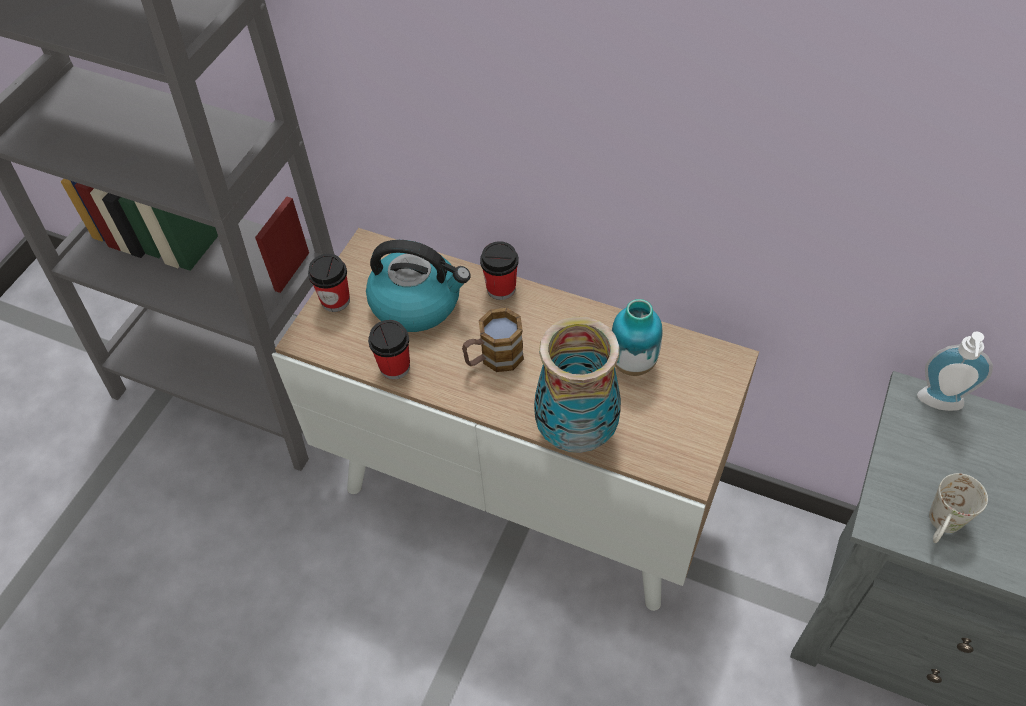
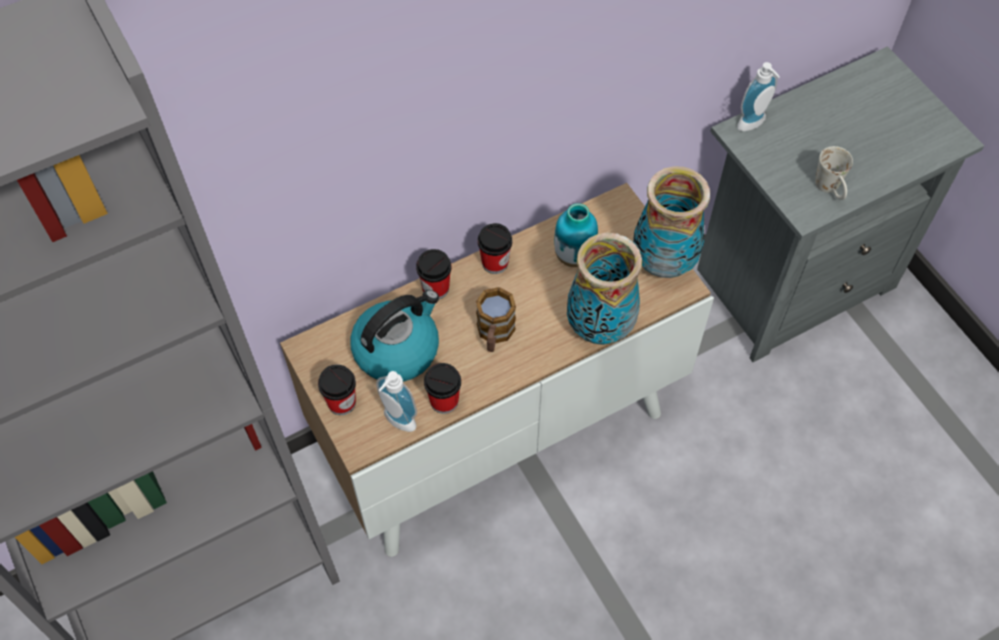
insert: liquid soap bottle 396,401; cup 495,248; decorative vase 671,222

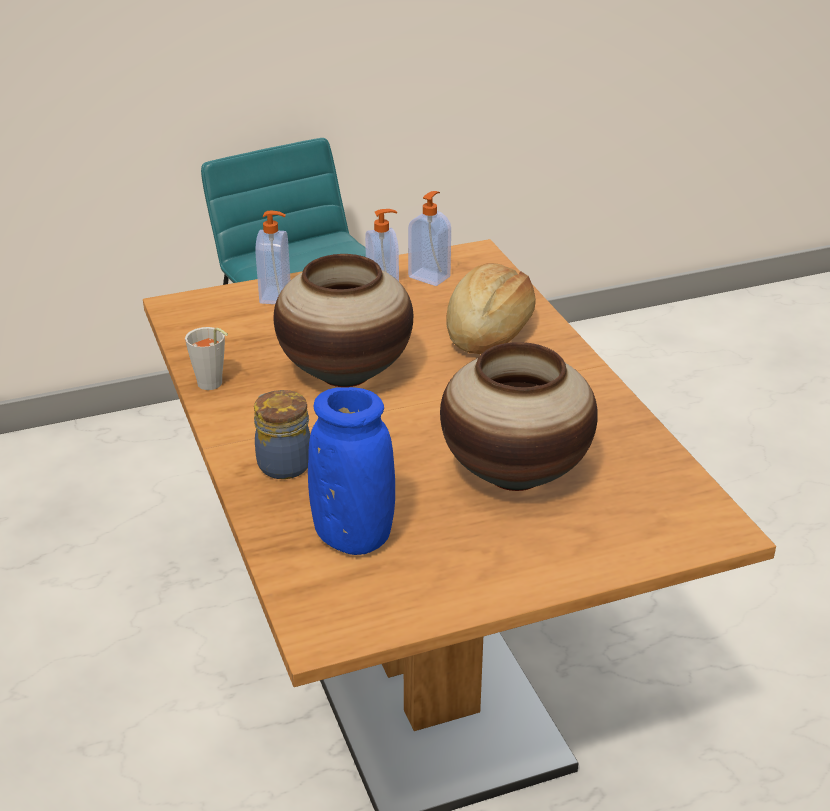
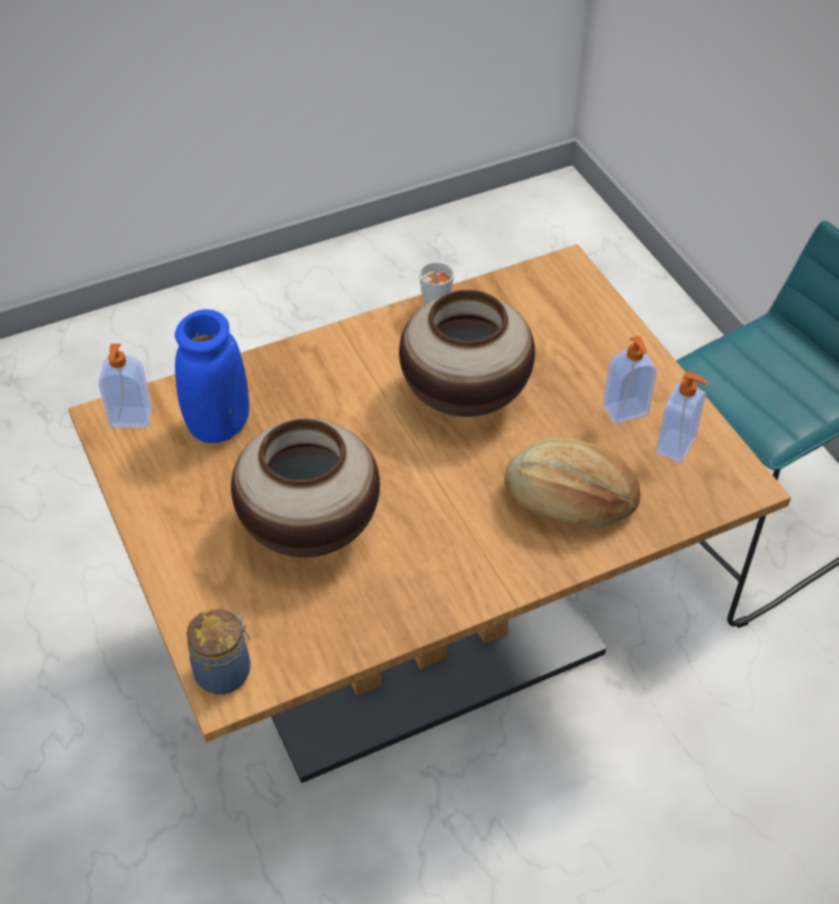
move: preserve jar 282,434 to 218,651; liquid soap bottle 273,257 to 125,386

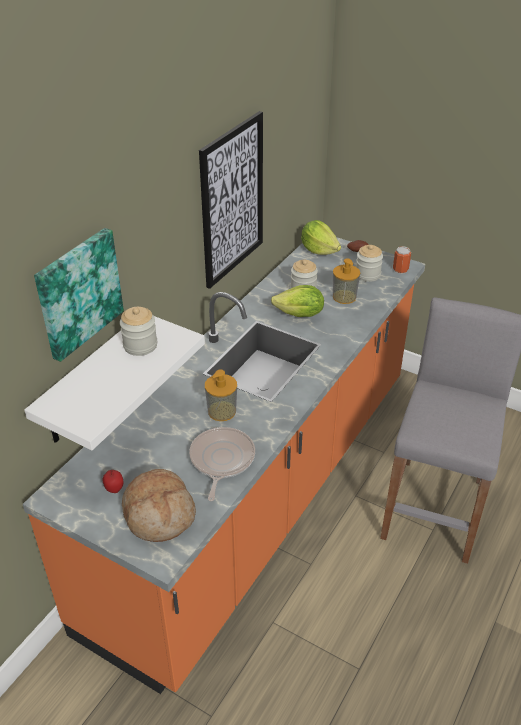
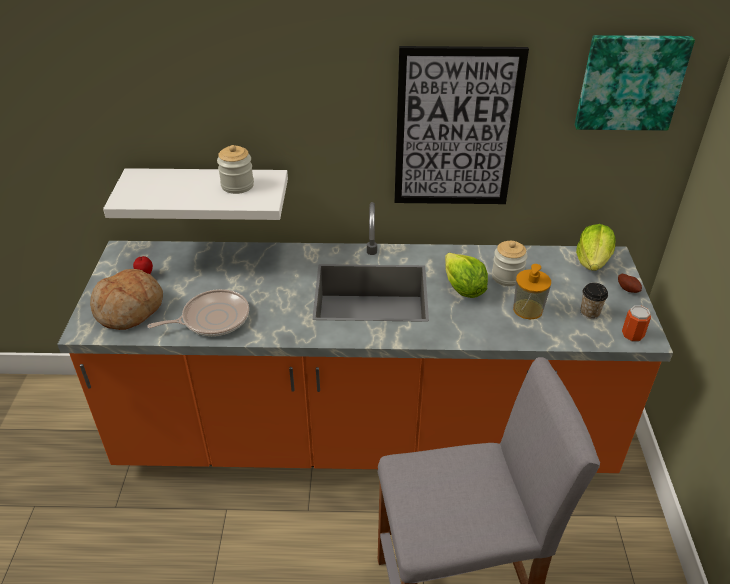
delete: liquid soap bottle 221,395
move: picture 79,295 to 635,83
replace: preserve jar 369,263 to cup 594,301

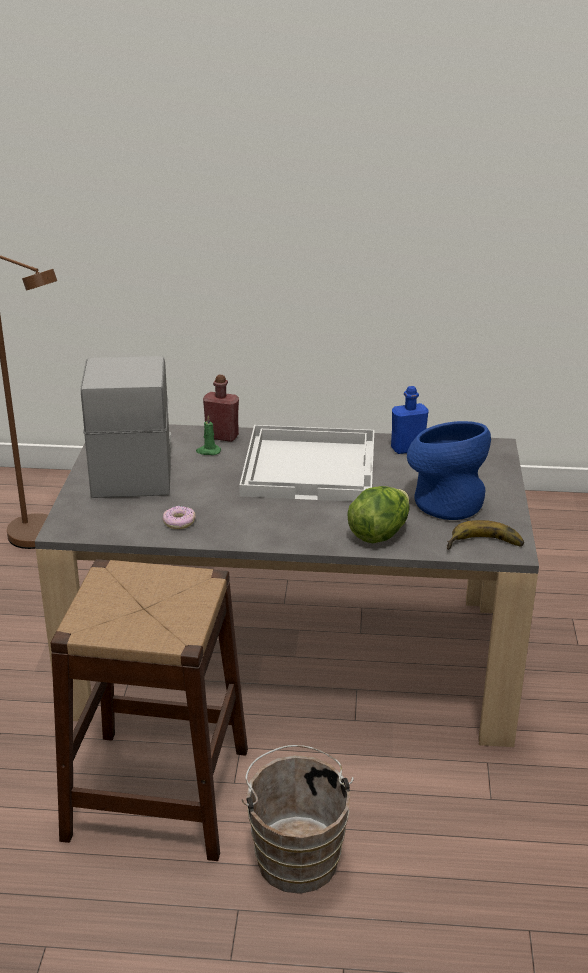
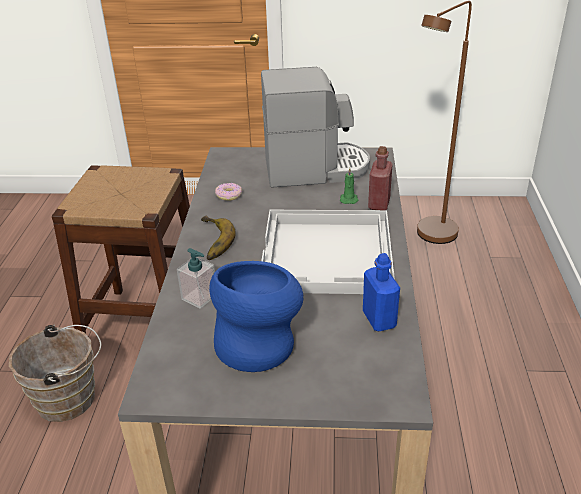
move: banana 485,535 to 218,237
replace: head of lettuce 378,514 to liquid soap bottle 196,278

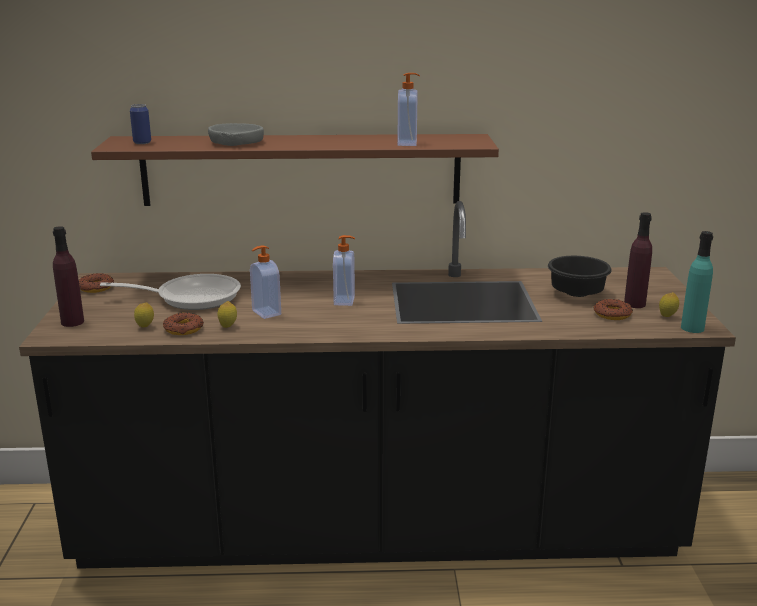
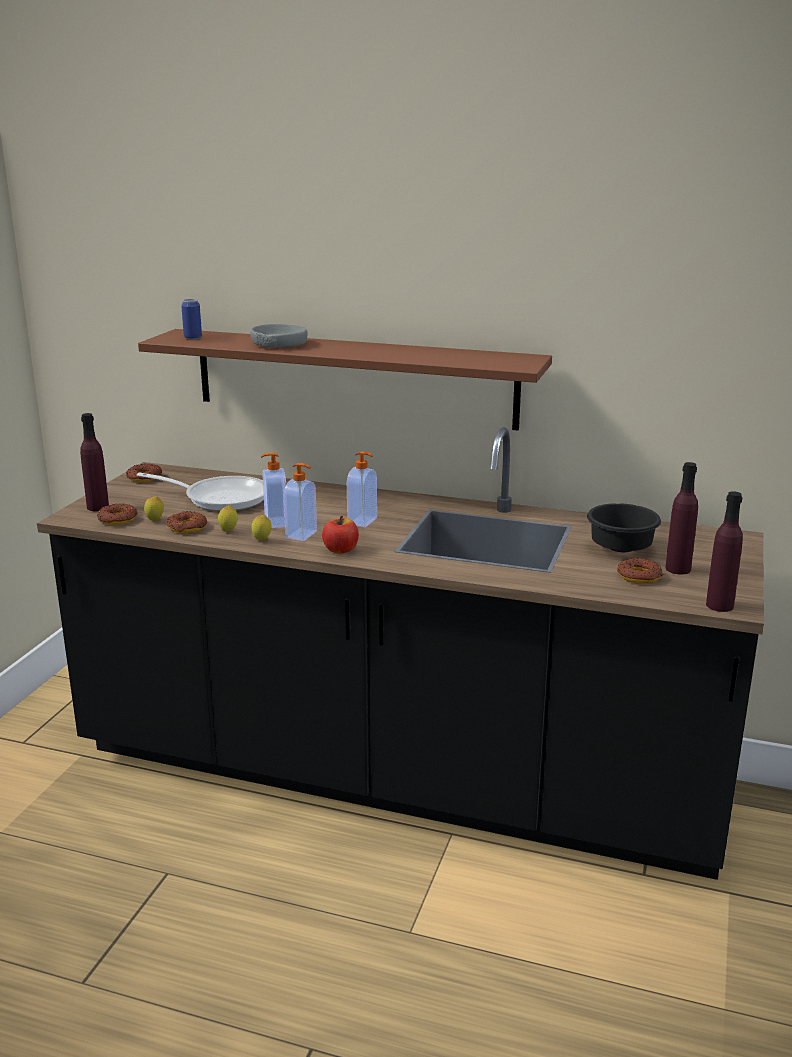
insert: doughnut 117,514; apple fruit 340,534
move: liquid soap bottle 408,109 to 300,502; lemon 669,304 to 262,528
recolor: blue-green drink bottle 697,282 to purple drink bottle 724,551

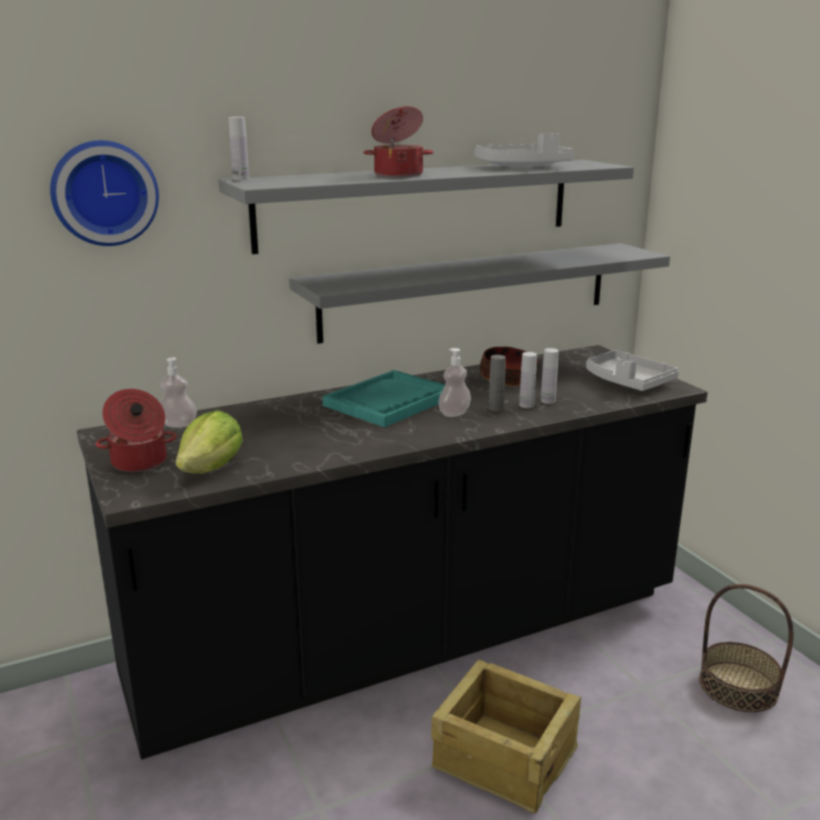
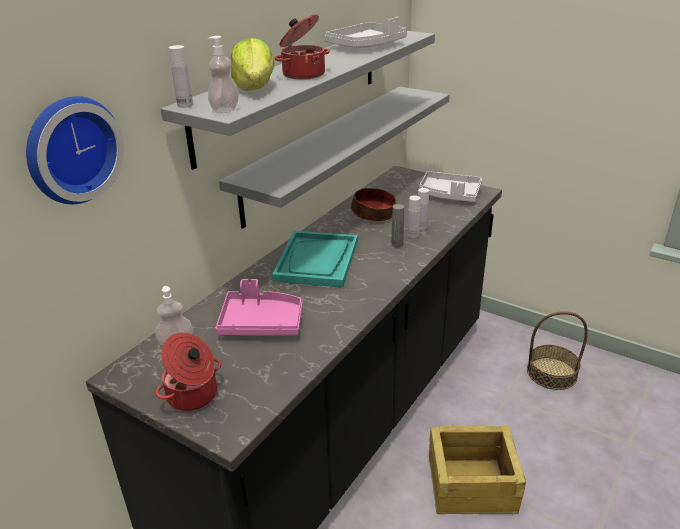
insert: pink serving tray 259,307
move: head of lettuce 209,442 to 252,64; liquid soap bottle 454,382 to 223,74

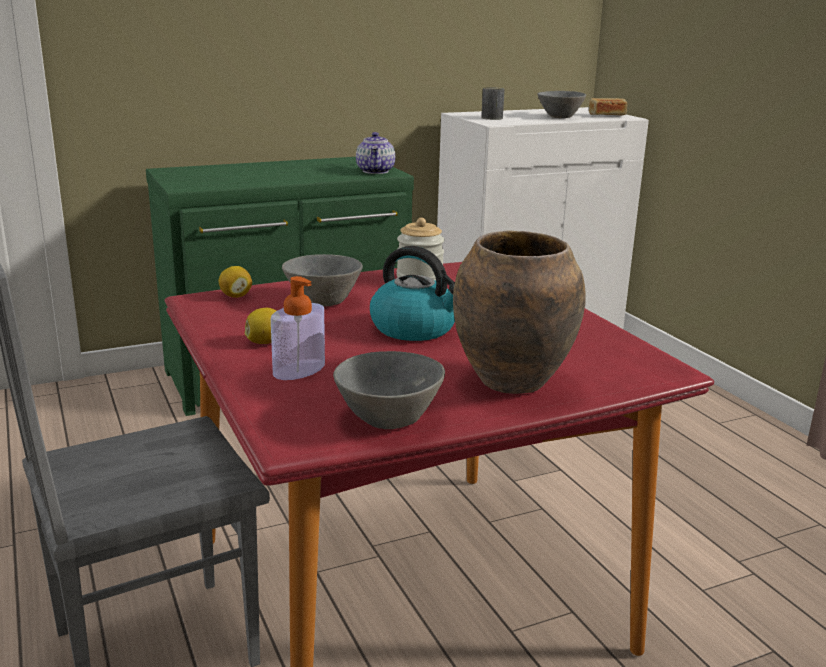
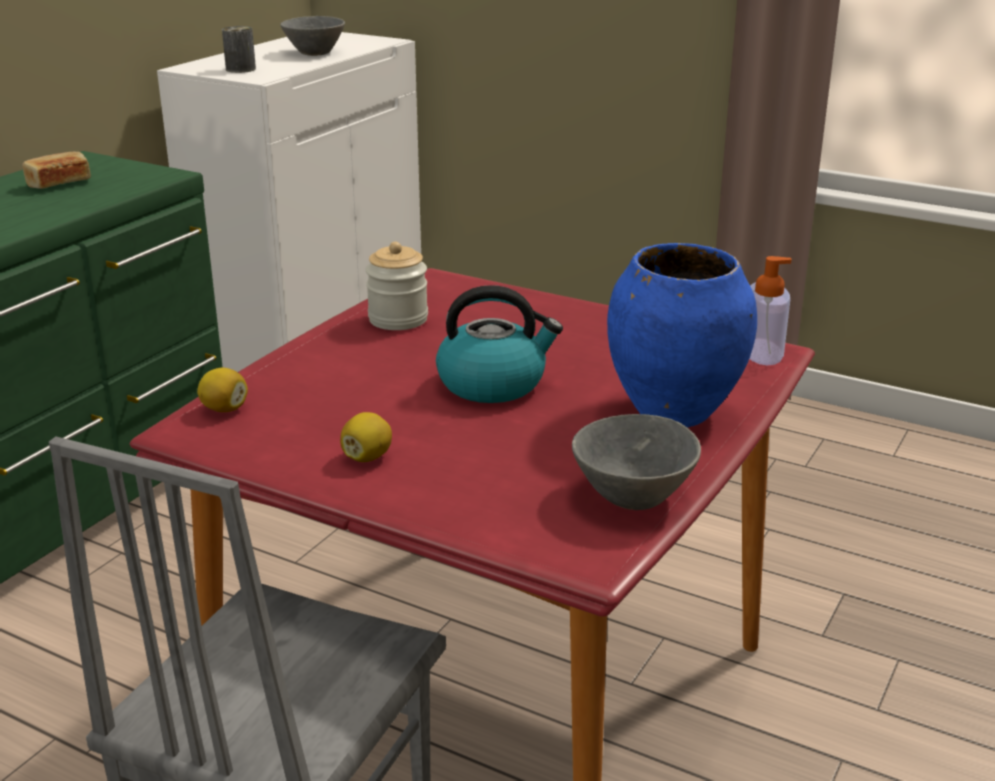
delete: grey bowl 322,280; teapot 375,153
move: liquid soap bottle 298,328 to 770,310; baked bread 608,106 to 57,170
recolor: brown-coloured decorative vase 519,312 to blue-coloured decorative vase 682,335

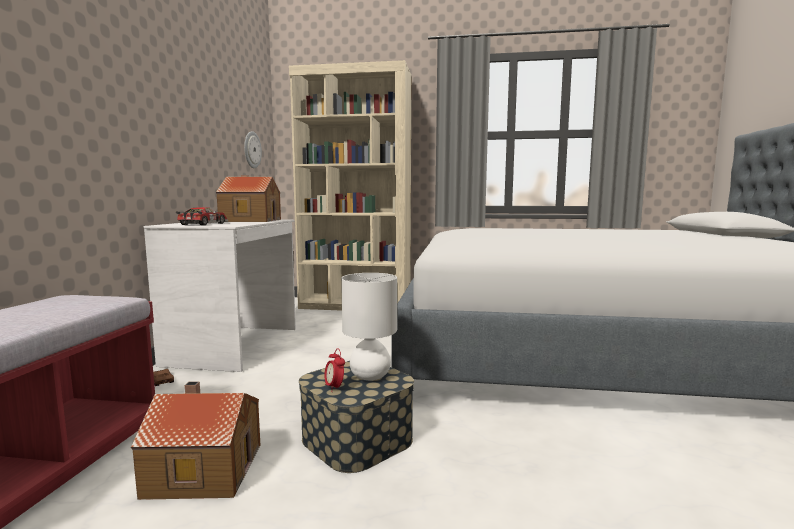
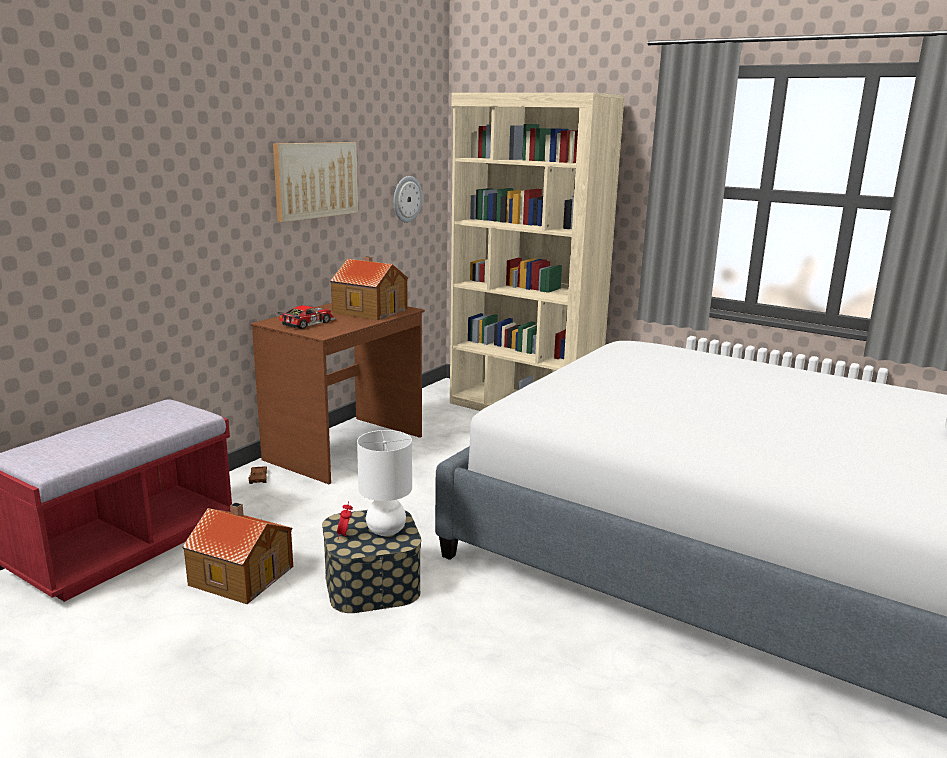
insert: picture 315,182
recolor: whitish desk table 220,296 to brown-coloured desk table 338,393

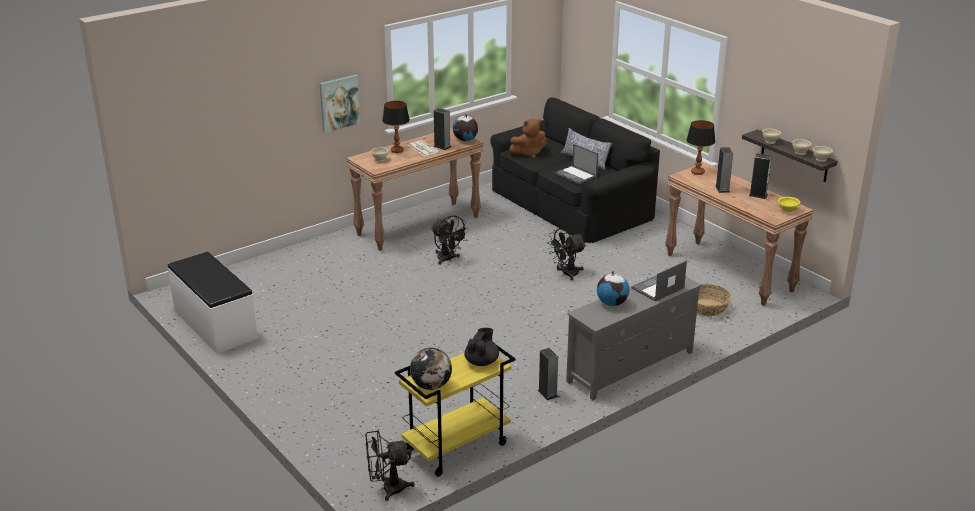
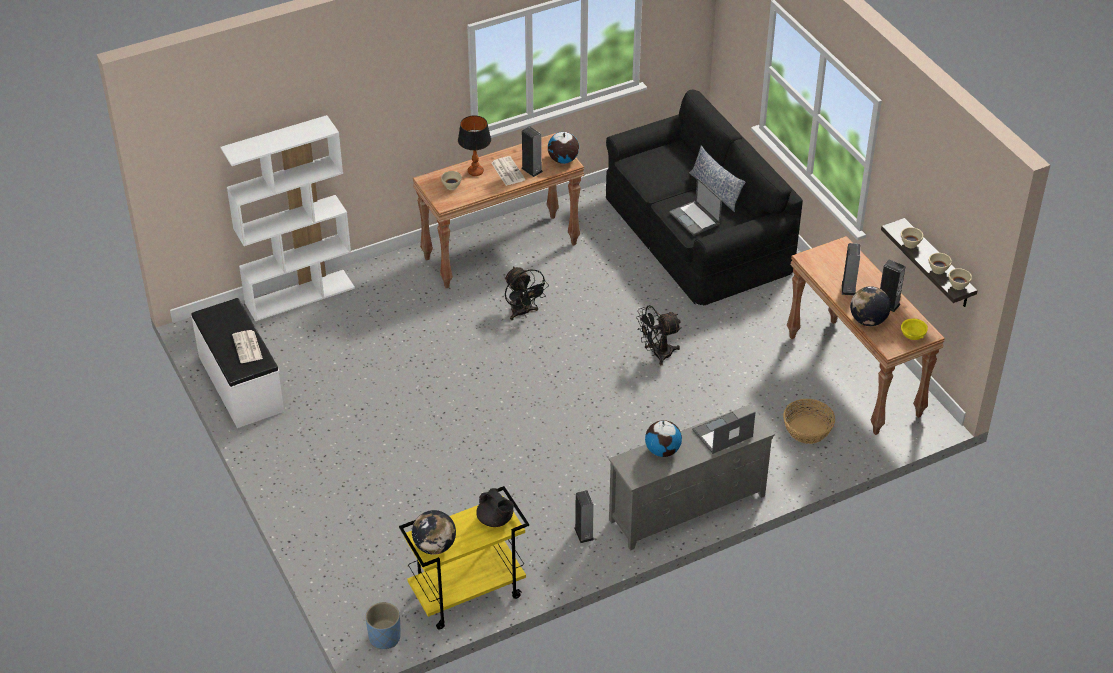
delete: picture 339,104; brown-coloured plush toy 528,138; tabletop lamp 700,147
insert: whitish bookcase 287,218; daily paper 247,346; world globe 870,306
replace: black fan 390,465 to blue-coloured flower pot 383,625
rotate: black teapot 481,347 = 495,507 105 degrees clockwise

